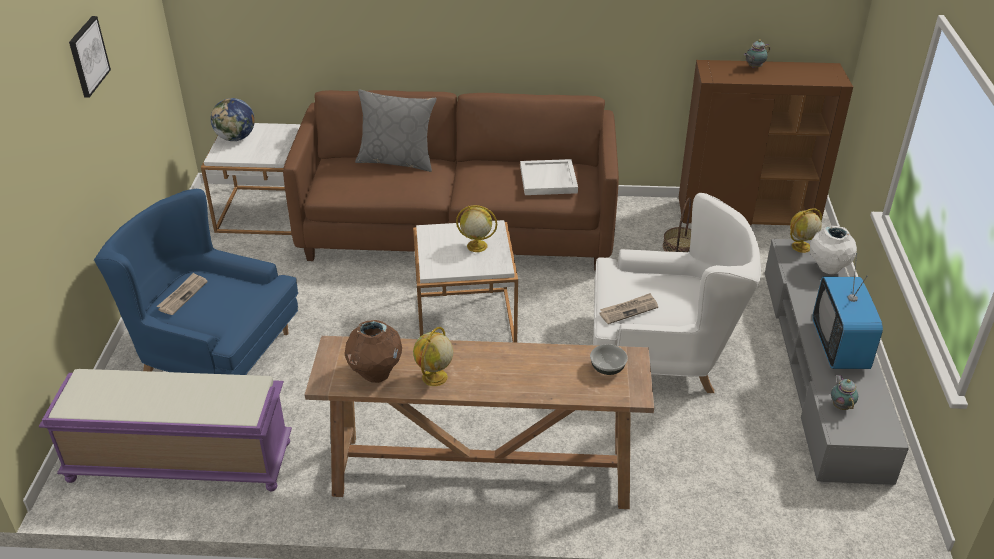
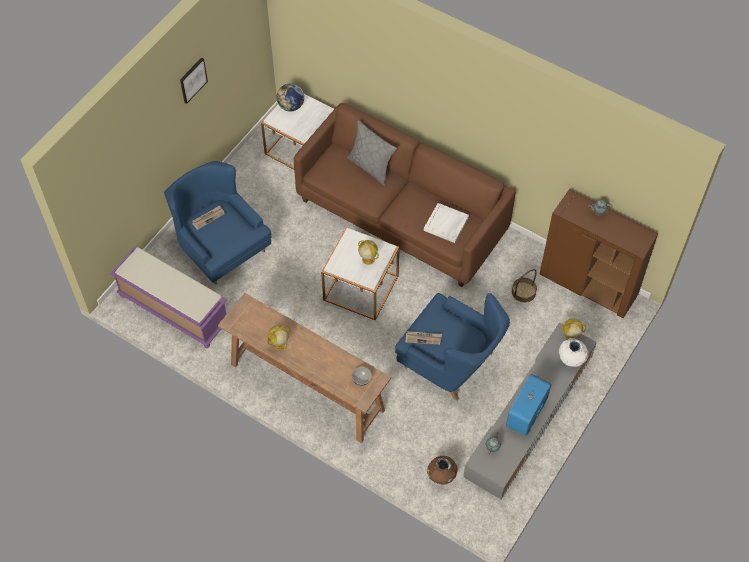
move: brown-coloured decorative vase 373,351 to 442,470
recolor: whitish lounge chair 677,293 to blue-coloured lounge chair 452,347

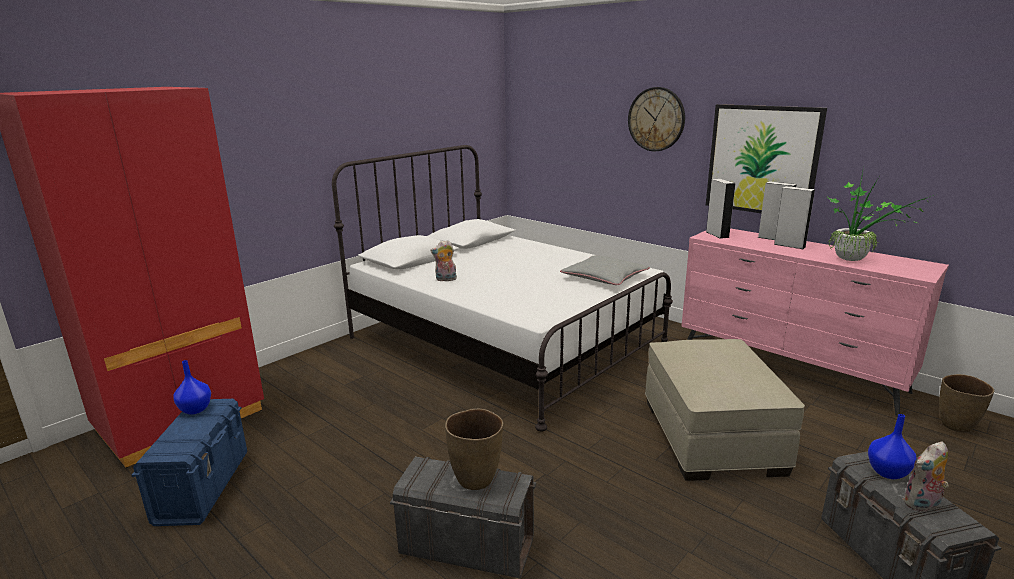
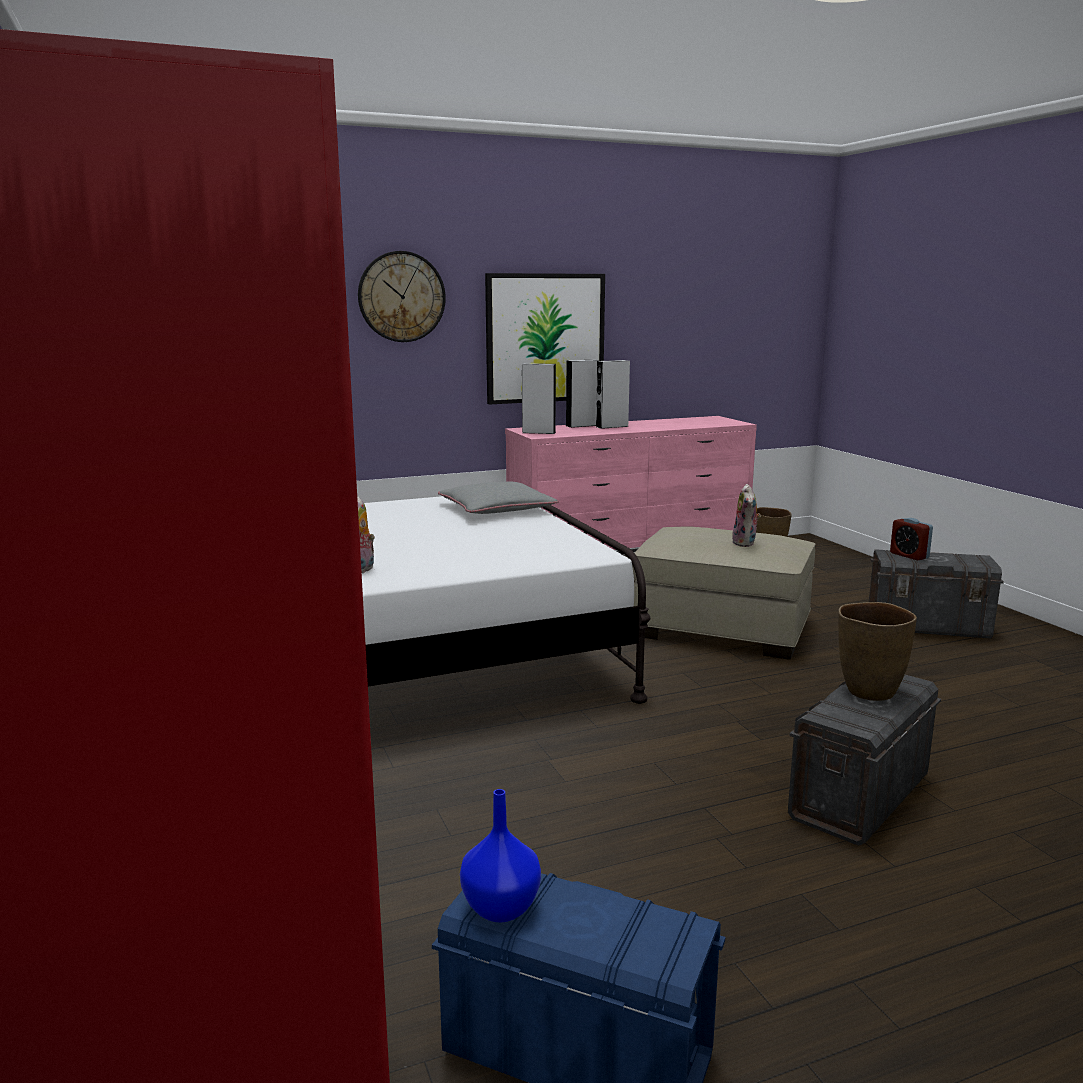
delete: houseplant 880,214
move: plush toy 925,476 to 746,515
replace: blue-coloured decorative vase 892,446 to alarm clock 911,539

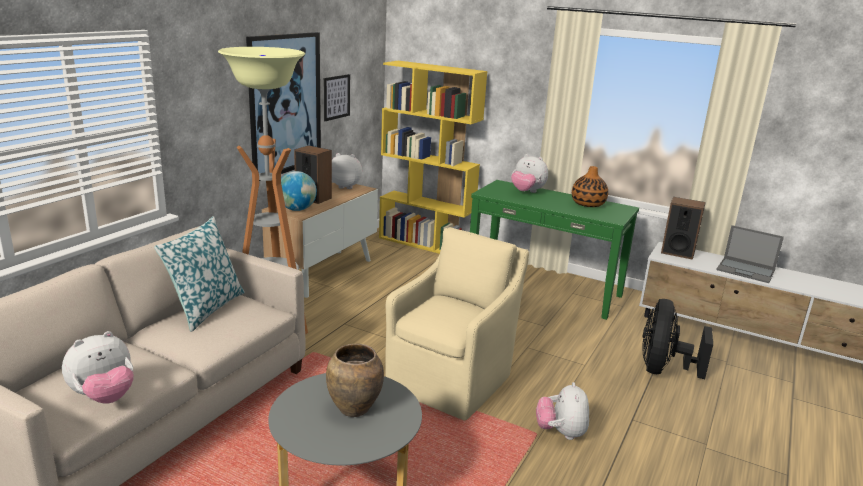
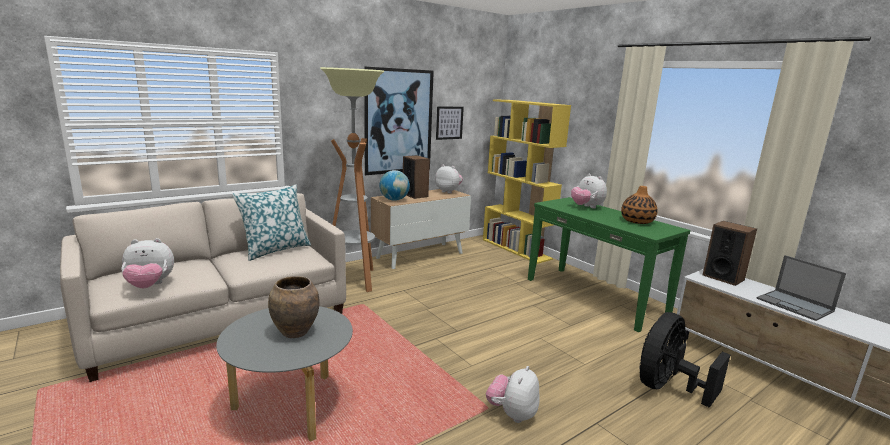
delete: beige lounge chair 457,324

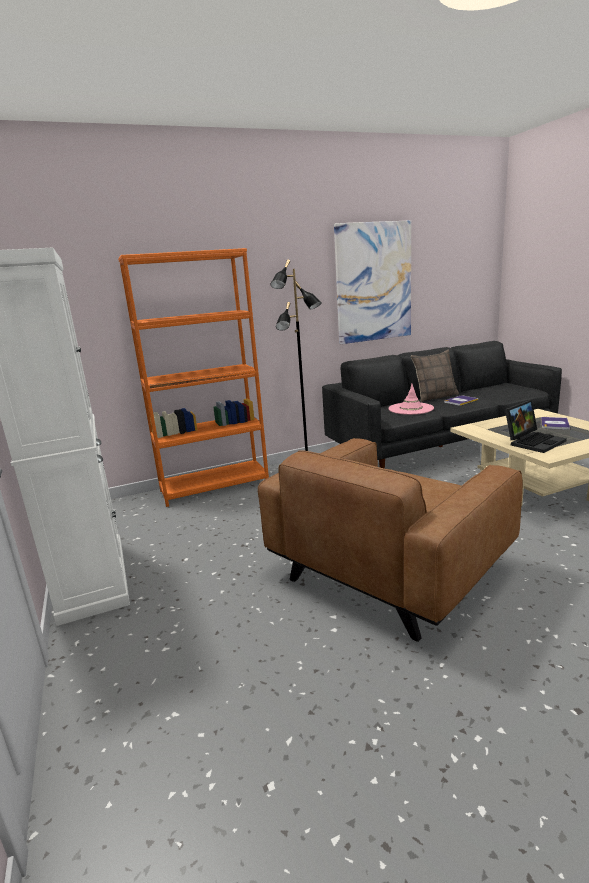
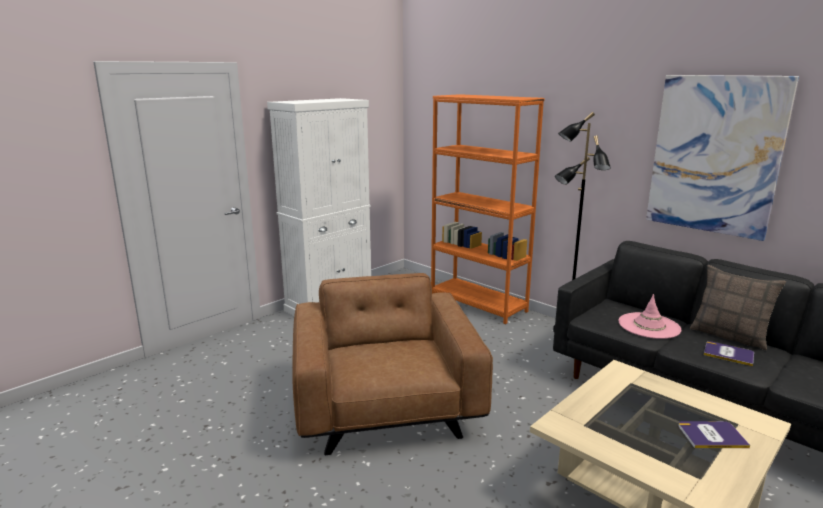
delete: laptop 536,426
rotate: brown-coloured lounge chair 390,540 = 392,364 60 degrees clockwise

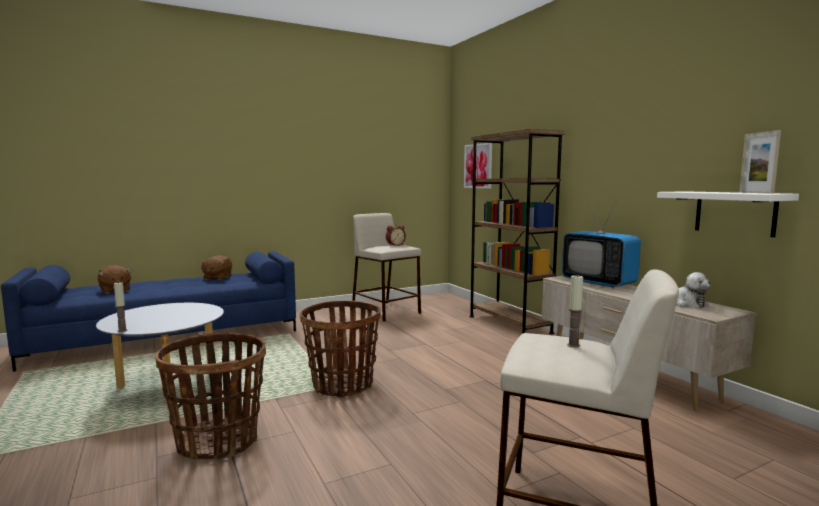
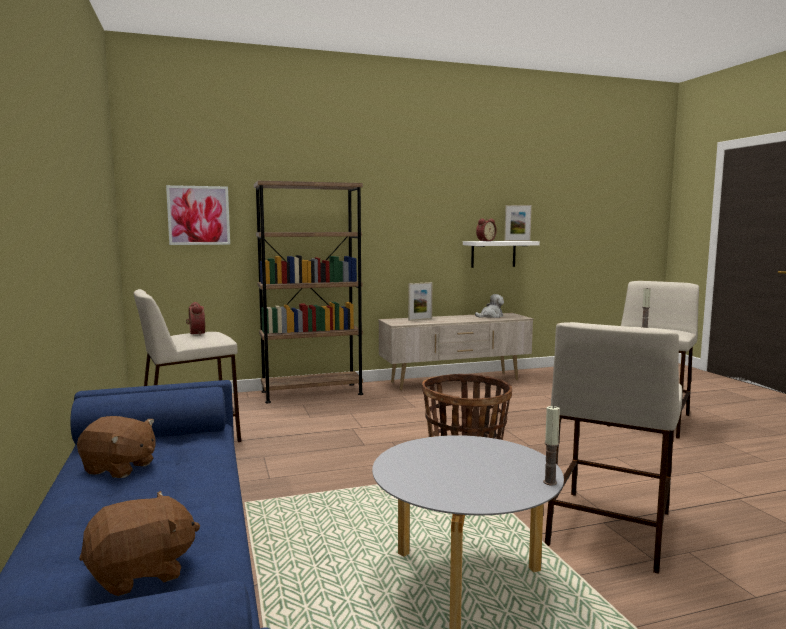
insert: alarm clock 486,229
replace: basket 210,396 to beige sitting stool 613,448; TV 601,244 to picture frame 420,301

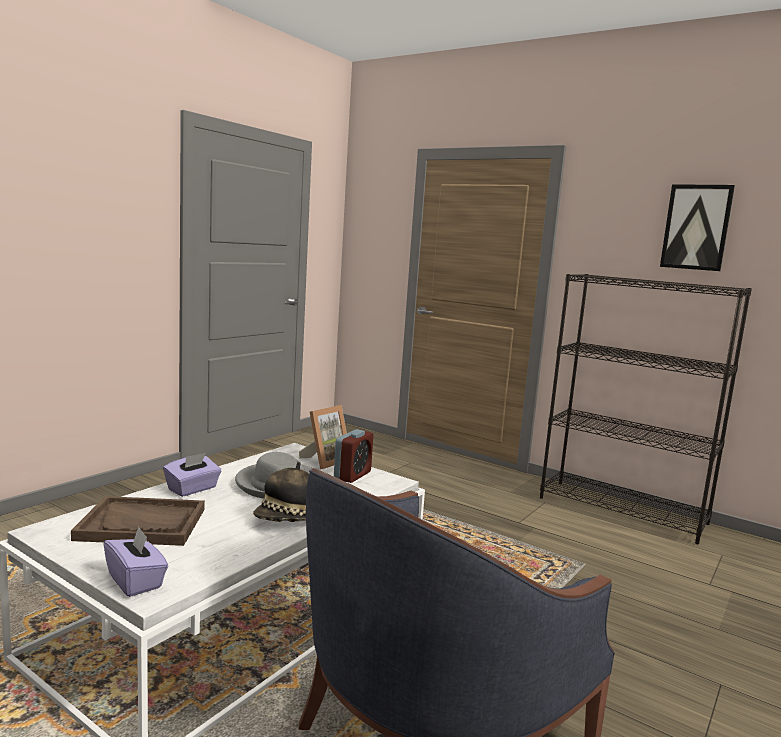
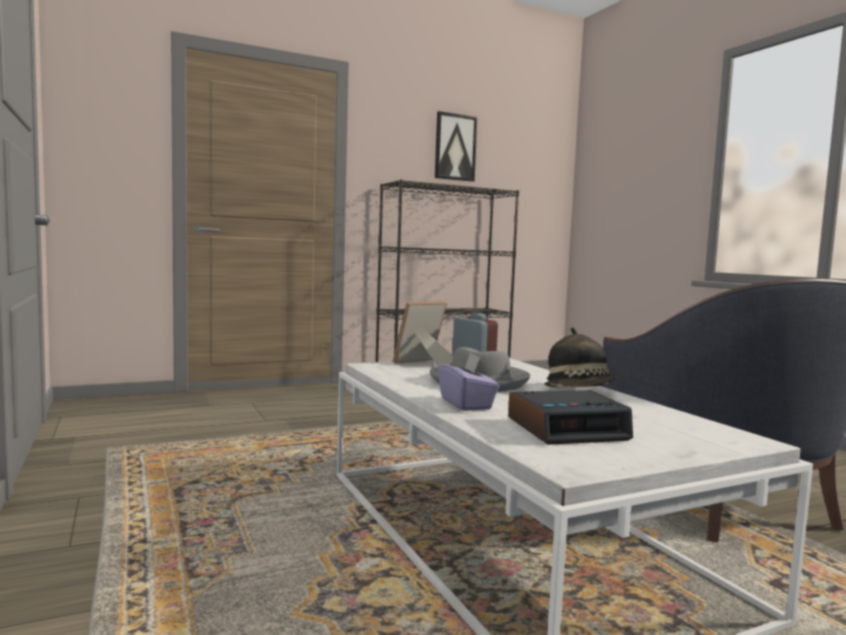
delete: purple tissue holder 135,562
replace: brown-coloured serving tray 138,521 to alarm clock 570,417
rotate: picture frame 323,437 = 423,333 105 degrees counterclockwise

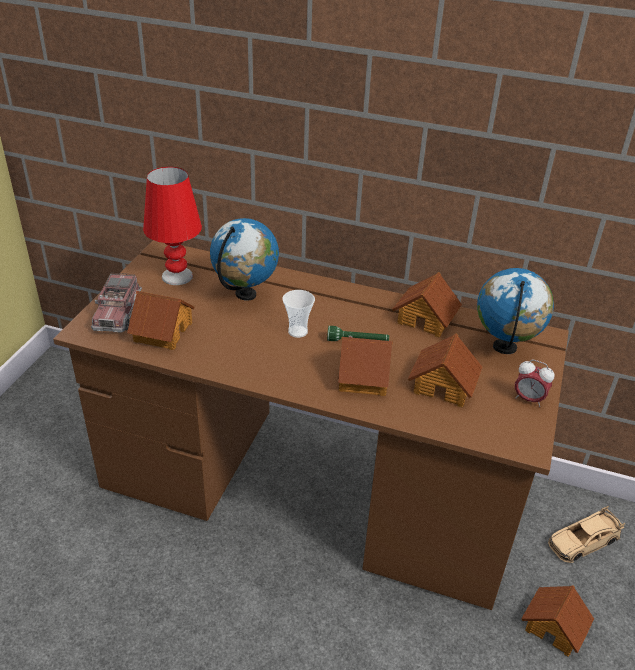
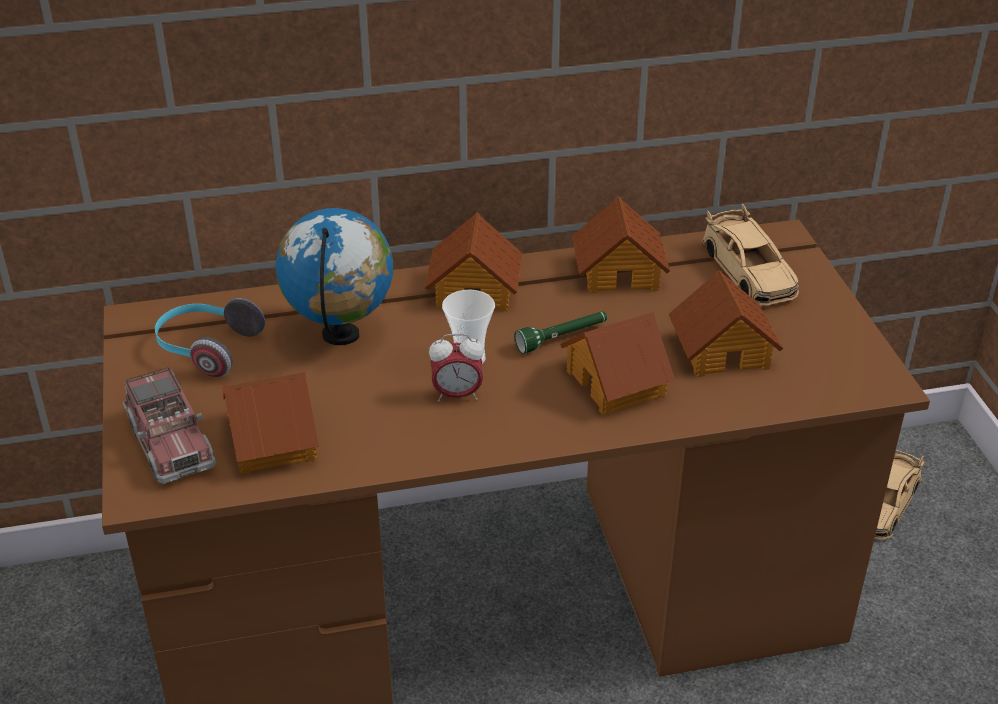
move: alarm clock 535,383 to 456,368; miniature house 557,621 to 473,261
replace: reddish tabletop lamp 172,226 to headphones 210,337; world globe 515,311 to beige model car 750,254

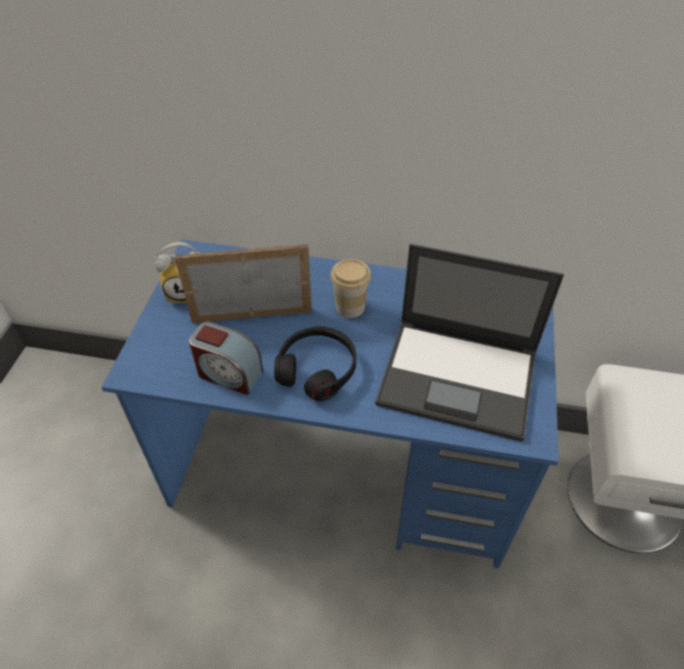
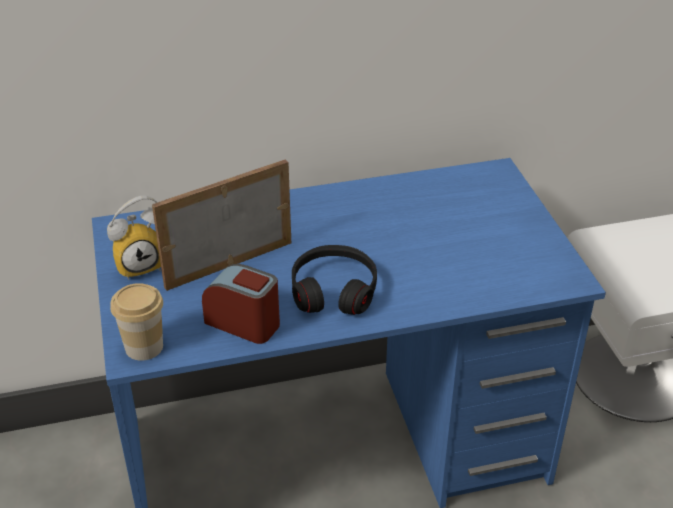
delete: laptop 469,343
move: cup 350,288 to 136,322
rotate: alarm clock 226,358 = 241,304 150 degrees counterclockwise

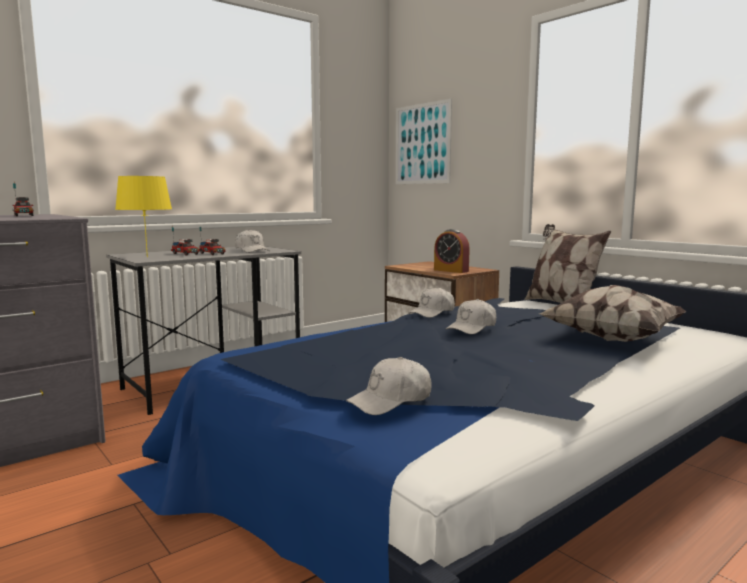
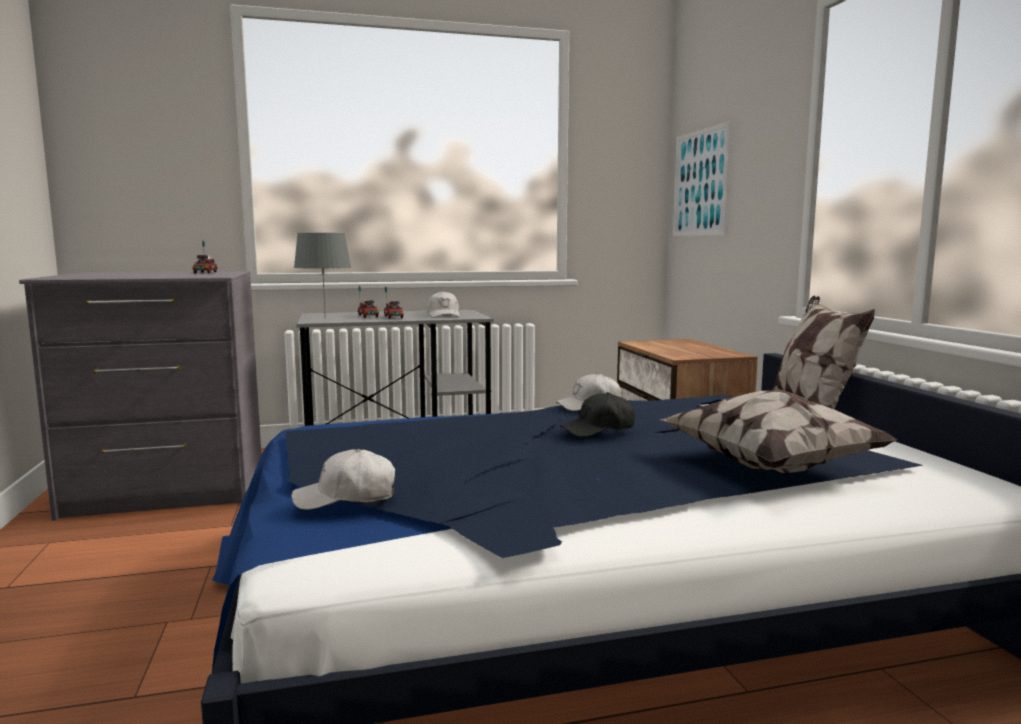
delete: alarm clock 452,251
recolor: yellow-coloured tabletop lamp 143,216 to grey tabletop lamp 322,275; whitish baseball cap 471,316 to black baseball cap 597,414

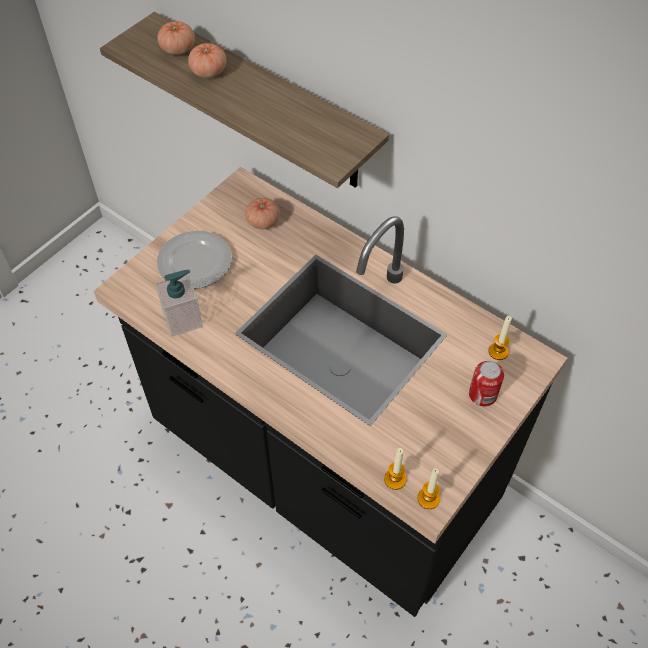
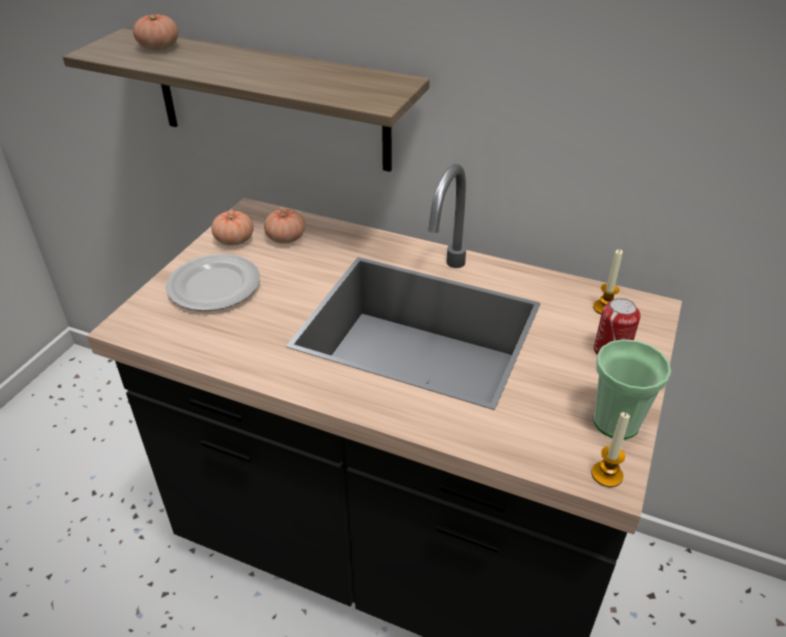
delete: liquid soap bottle 179,303; wax light 395,469
insert: cup 632,389
move: tomato 207,60 to 232,228

